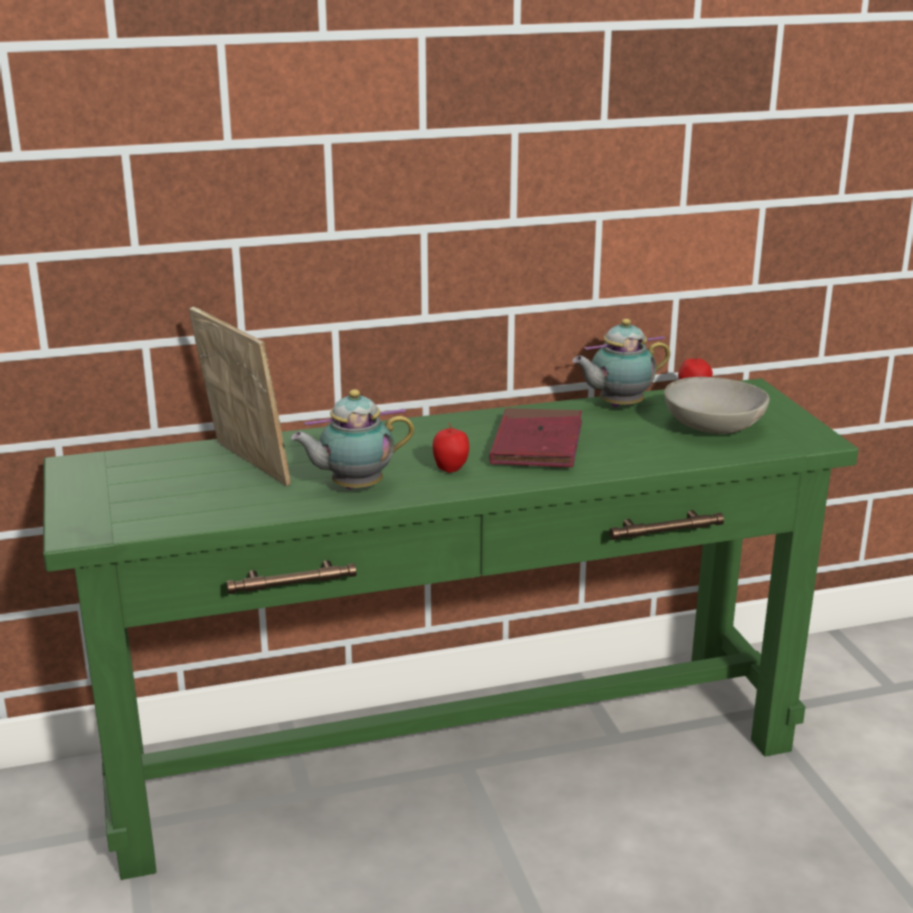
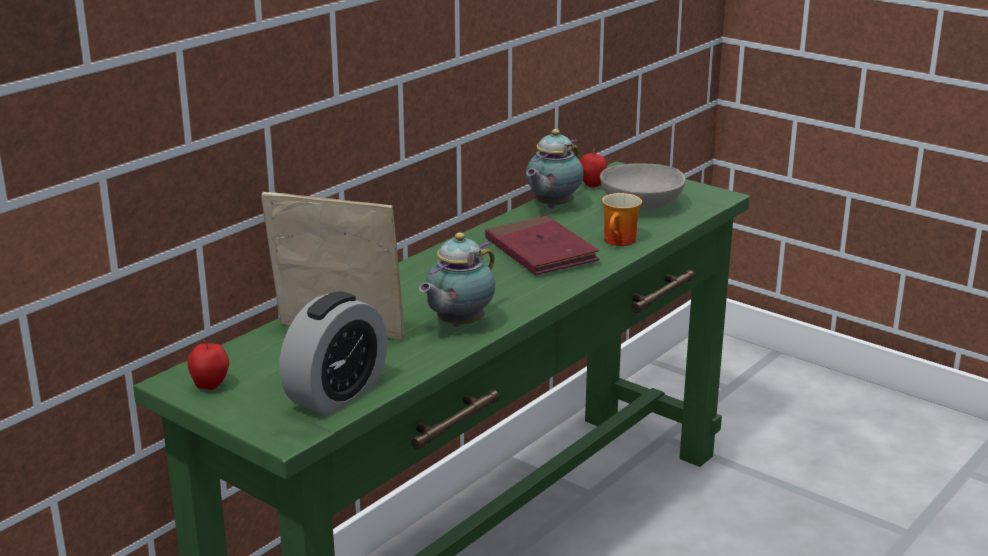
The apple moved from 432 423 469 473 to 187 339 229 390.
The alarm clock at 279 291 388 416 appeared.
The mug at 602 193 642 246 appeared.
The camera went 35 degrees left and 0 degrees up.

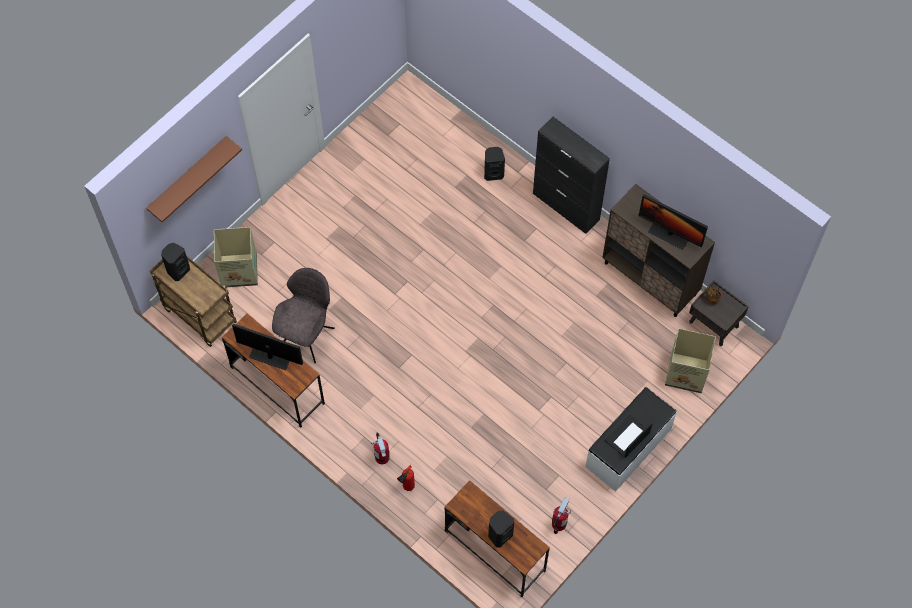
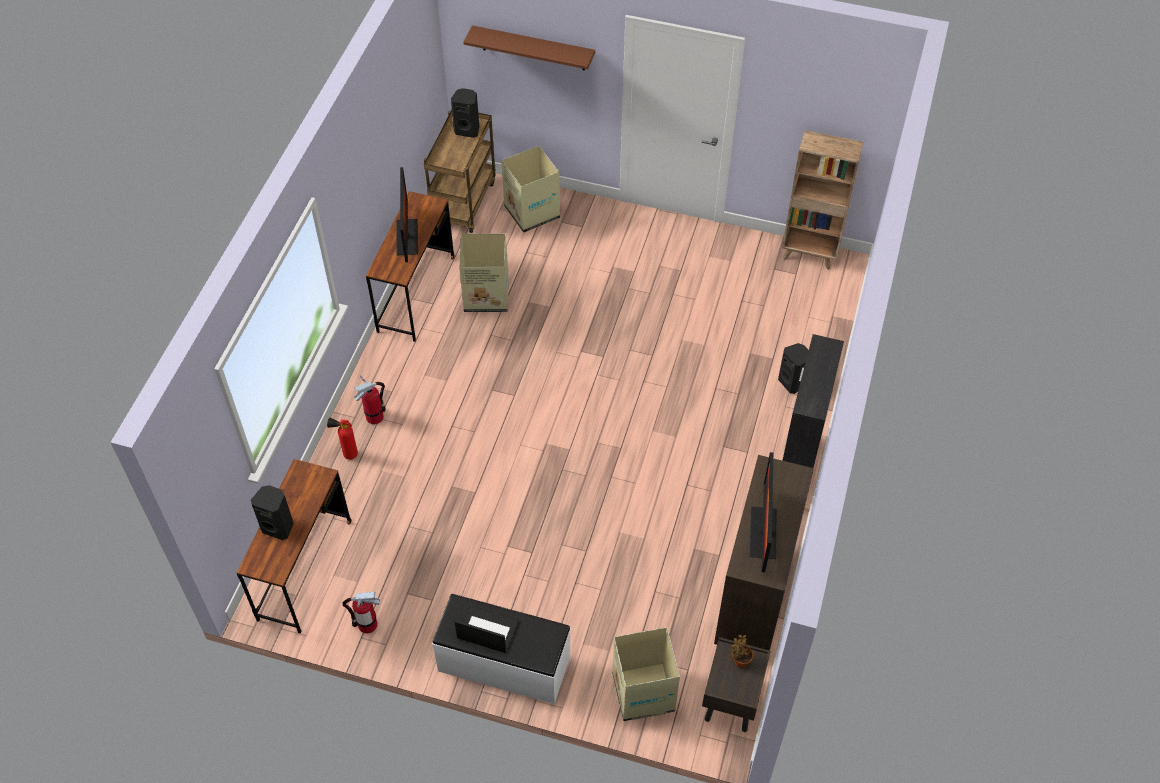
The gray upright chair at 272 268 335 364 was replaced by the carton at 459 234 509 312.
The brown-coloured bookshelf at 782 130 863 270 appeared.
The camera went 65 degrees right and 10 degrees down.

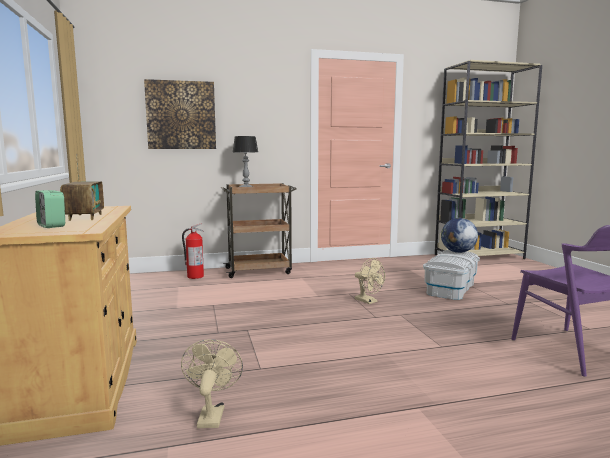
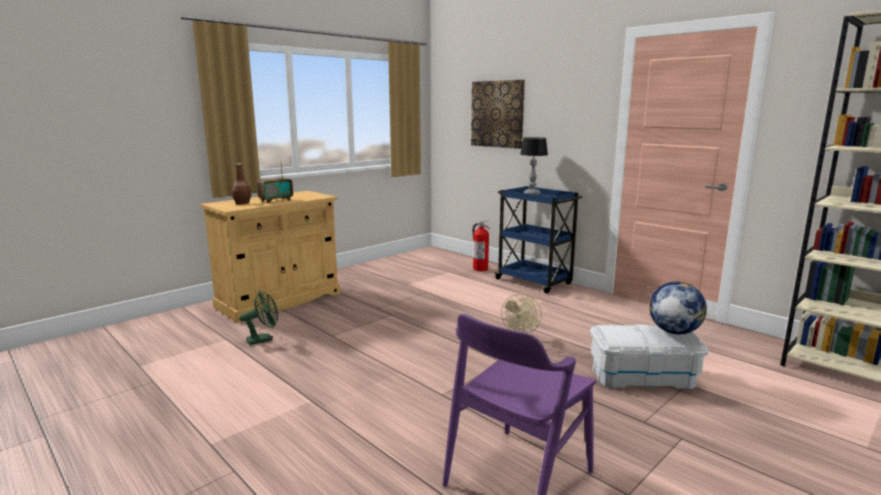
The alarm clock at 35 190 65 228 was replaced by the brown-coloured beverage bottle at 232 163 252 204.
The beige-coloured fan at 181 339 243 428 became the green-coloured fan at 239 291 278 345.
The brown-coloured wheeled cart at 221 183 296 278 became the bluish wheeled cart at 495 186 582 294.
The camera went 60 degrees right and 5 degrees up.

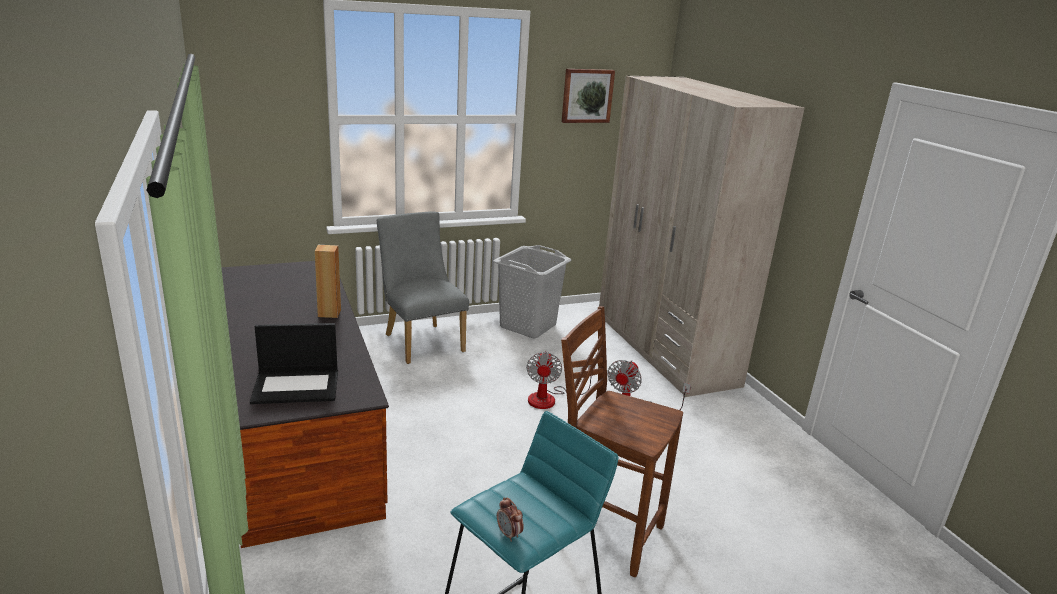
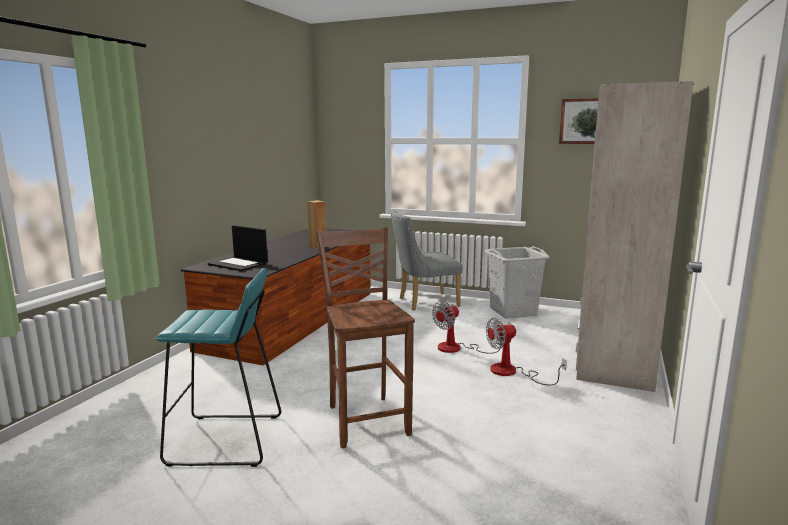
The gray upright chair at 377 211 469 364 turned 120 degrees counterclockwise.
The alarm clock at 497 498 524 542 disappeared.
The camera went 45 degrees right and 10 degrees down.

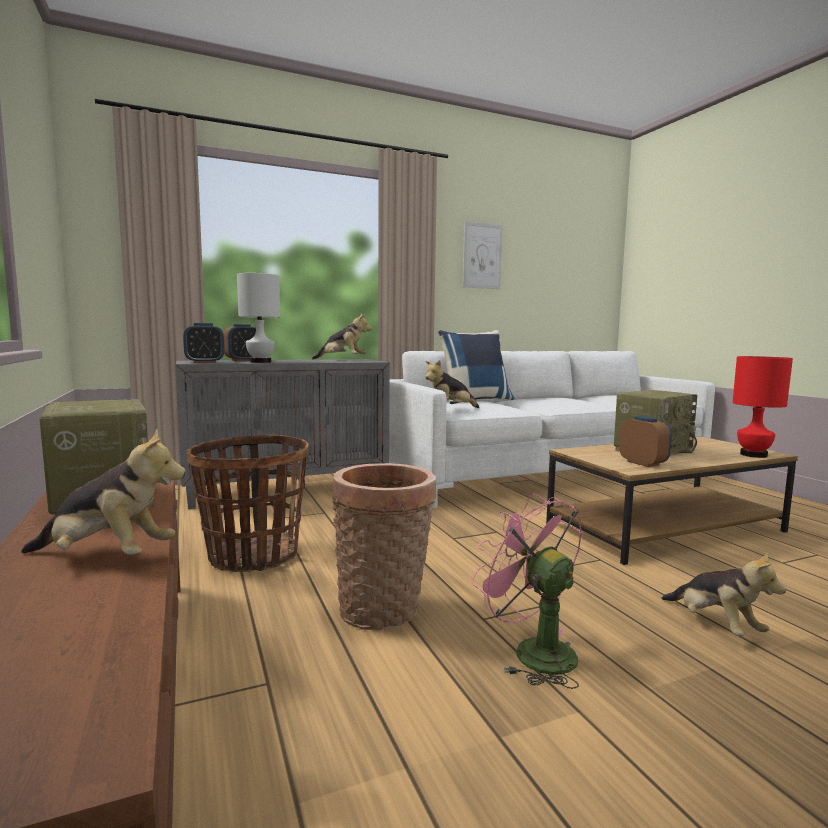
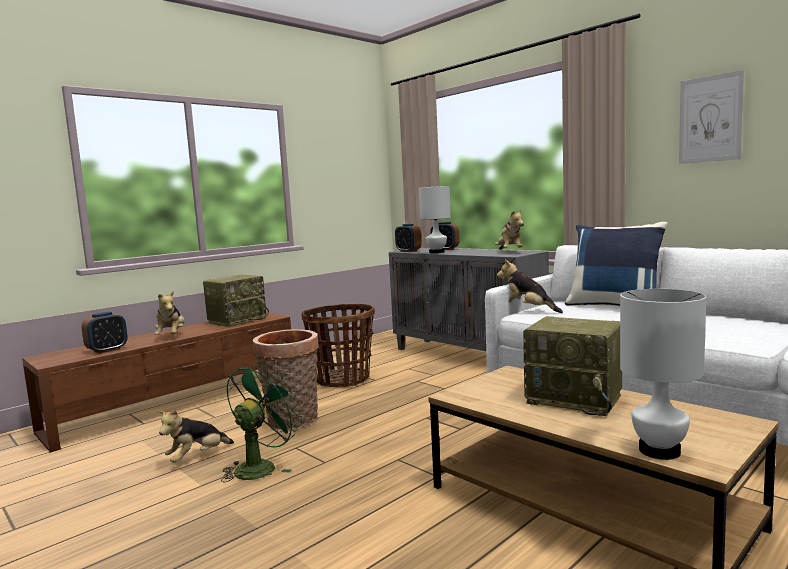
The alarm clock moved from 619 416 672 467 to 82 312 127 354.
The plush toy moved from 662 552 786 636 to 158 409 234 462.
The pinkish fan at 471 493 582 689 became the green-coloured fan at 221 362 302 483.
The red table lamp at 732 356 793 458 became the white table lamp at 620 289 706 460.
The camera went 70 degrees right and 0 degrees up.

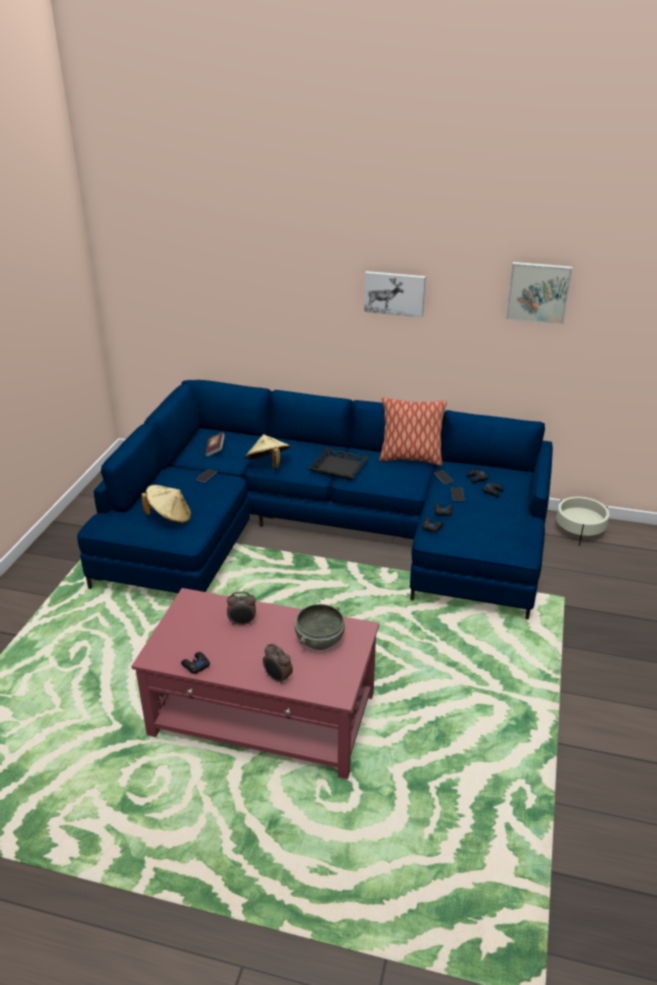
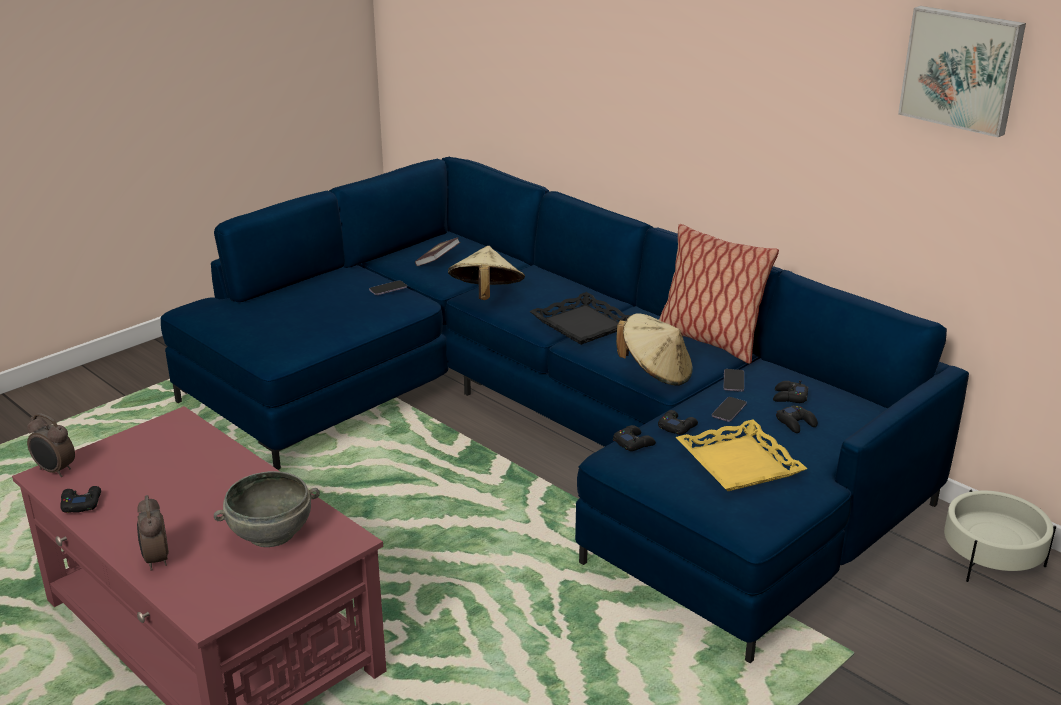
The alarm clock moved from 227 591 256 626 to 27 414 75 477.
The beige-coloured hat moved from 141 485 191 524 to 616 313 693 386.
The yellow serving tray at 676 420 807 491 appeared.
The wall picture at 364 271 426 317 disappeared.
The camera went 30 degrees right and 5 degrees down.

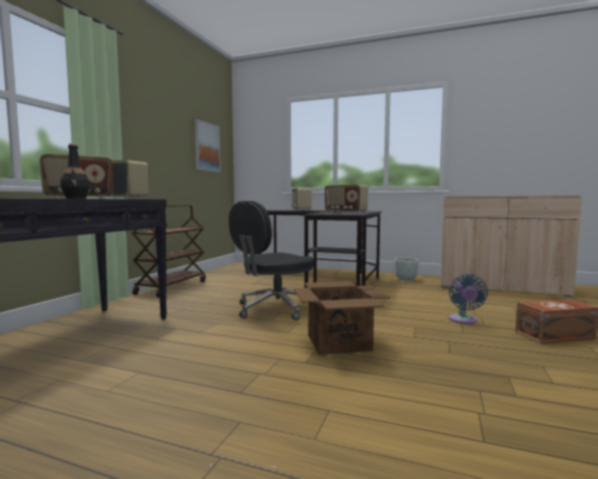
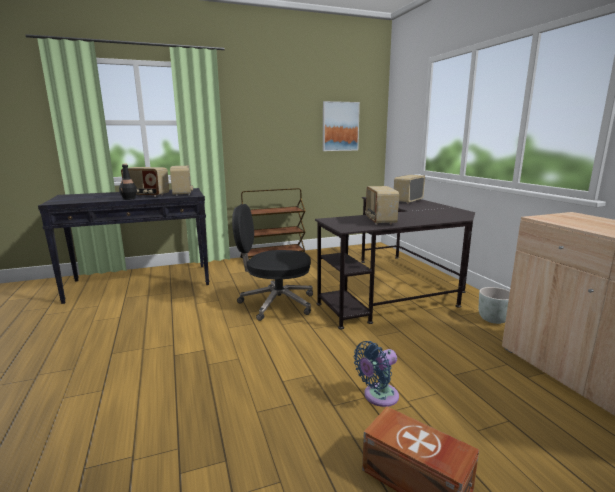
The carton at 294 281 390 355 disappeared.
The camera went 50 degrees right and 10 degrees up.

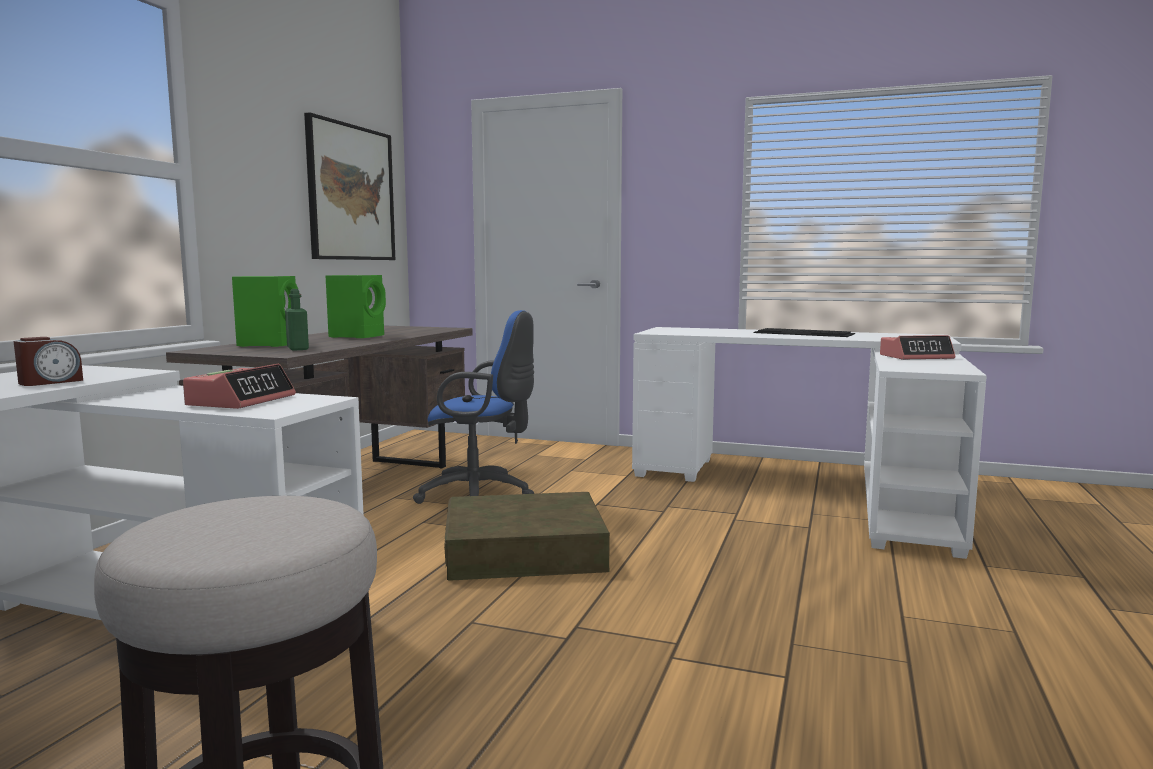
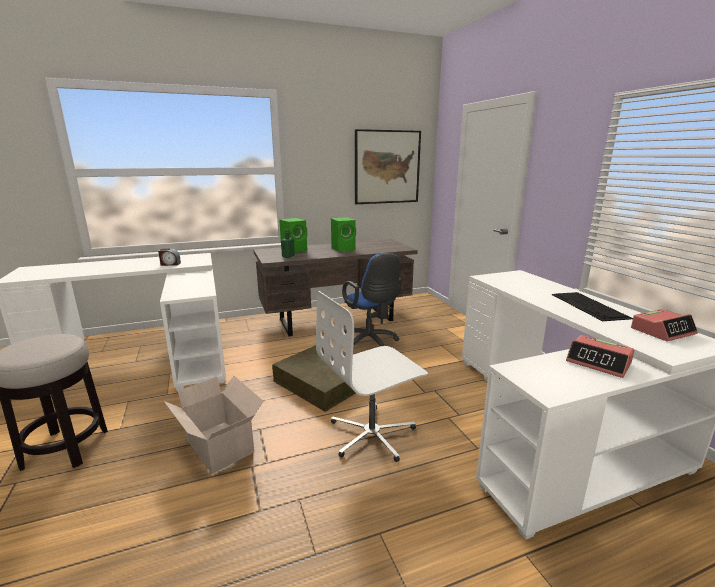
The carton at 164 376 263 474 appeared.
The white desk chair at 316 291 428 462 appeared.
The alarm clock moved from 183 364 296 409 to 631 309 698 341.
The camera went 50 degrees right and 10 degrees up.

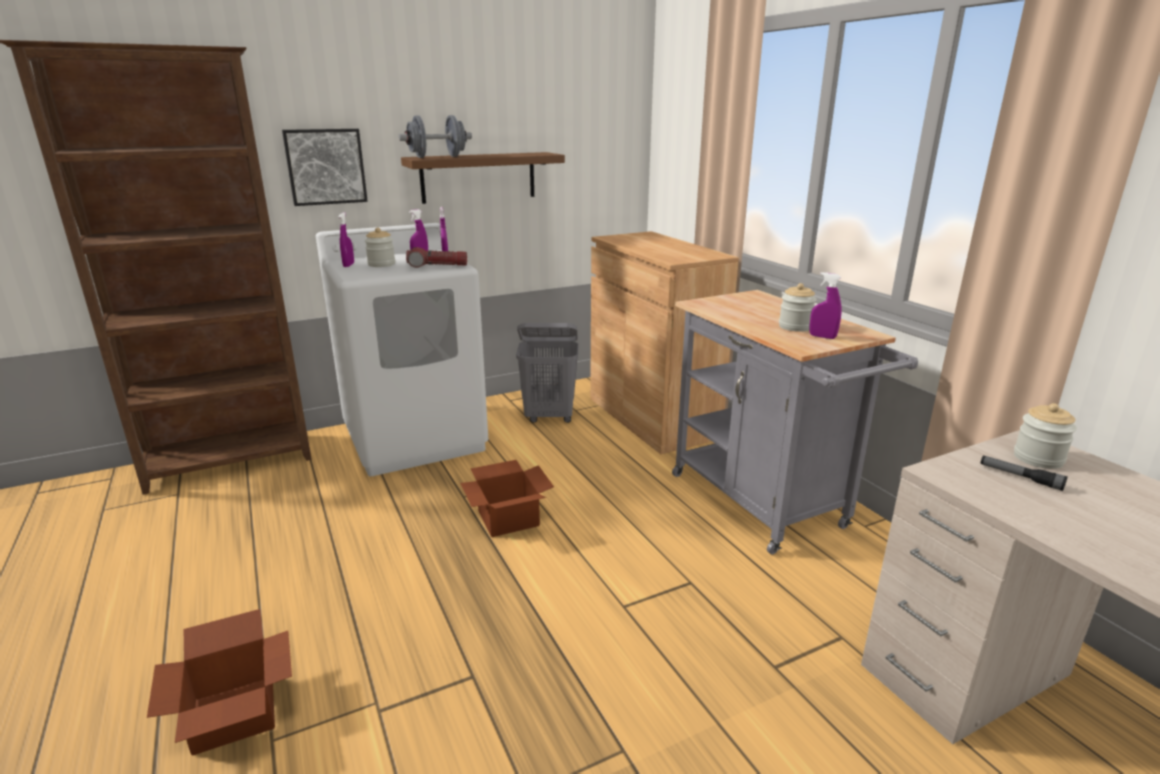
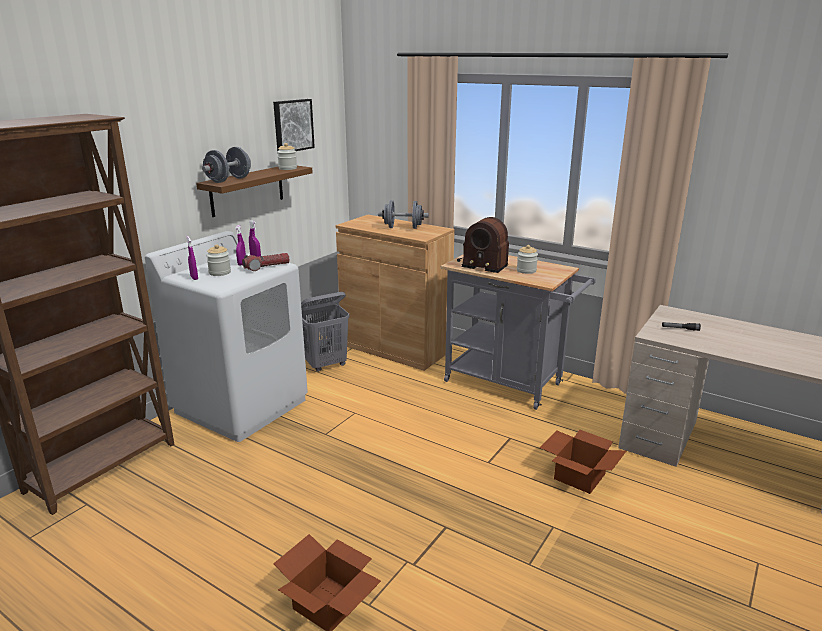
The wall picture moved from 282 129 368 206 to 273 99 315 151.
The jar moved from 1014 403 1077 469 to 277 143 297 170.
The gray dumbbell at 378 200 429 229 appeared.
The radio receiver at 457 217 509 273 appeared.
The carton moved from 460 460 554 537 to 540 429 627 494.
The purple sprayer at 810 272 842 339 disappeared.
The camera went 30 degrees left and 0 degrees up.

